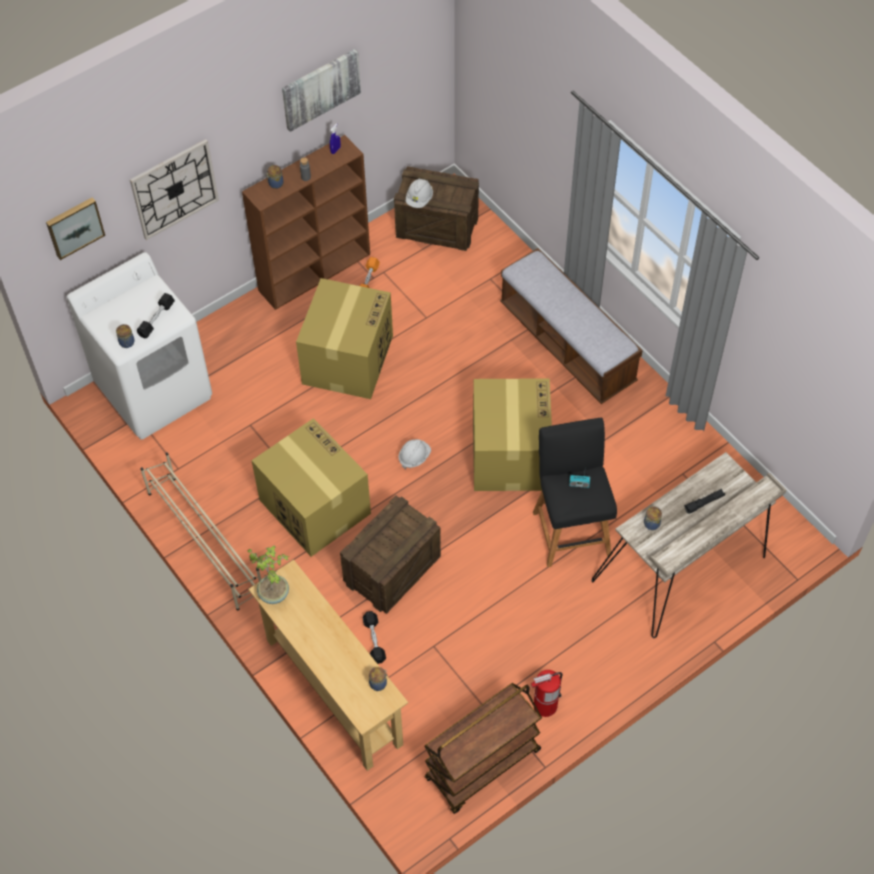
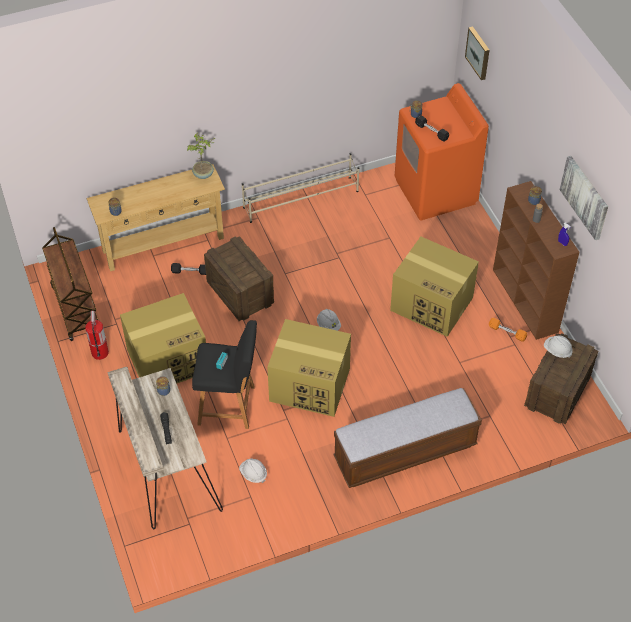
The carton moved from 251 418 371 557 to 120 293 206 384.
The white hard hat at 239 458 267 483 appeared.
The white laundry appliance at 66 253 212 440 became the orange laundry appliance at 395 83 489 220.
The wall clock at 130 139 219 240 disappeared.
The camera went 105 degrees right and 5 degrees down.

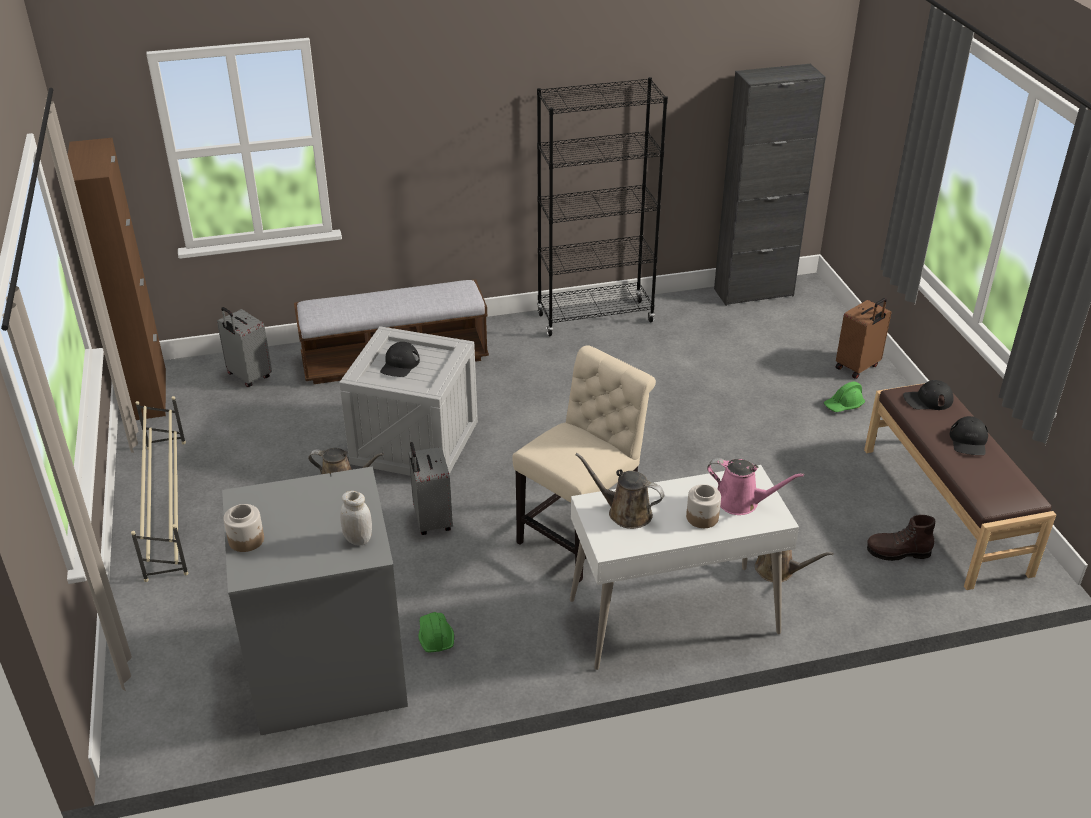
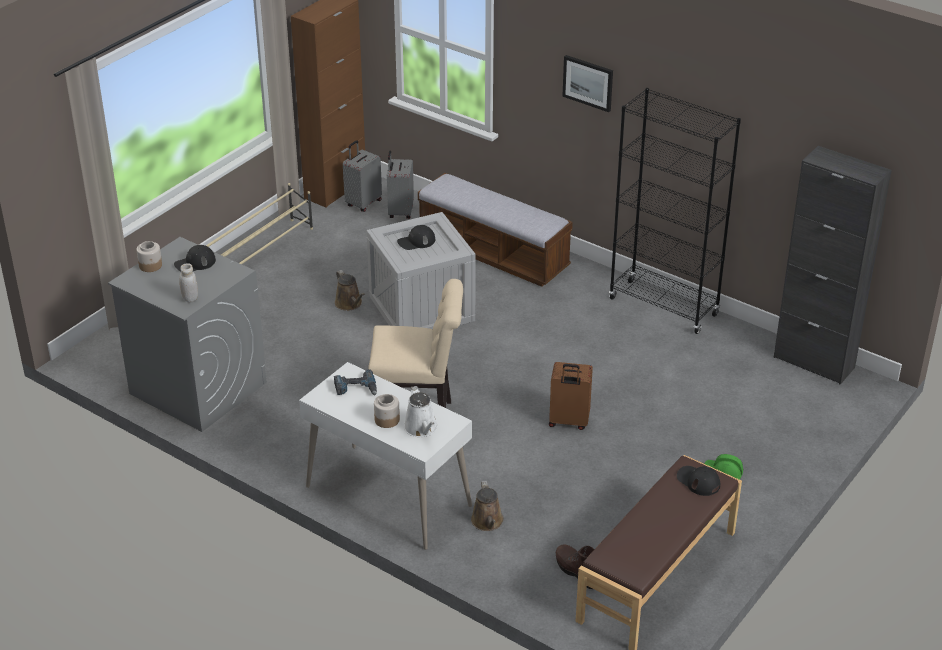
The black cap moved from 950 416 988 455 to 174 245 216 271.
The brown-coloured watering pot at 575 453 664 529 was replaced by the electric drill at 334 369 377 395.
The gray travel case moved from 409 442 453 535 to 343 140 382 212.
The pinkish watering pot at 707 458 804 515 became the white watering pot at 404 386 438 437.
The brown-coloured travel case moved from 836 298 891 379 to 549 362 593 430.
The wall picture at 562 55 613 112 appeared.
The green-coloured hard hat at 419 612 454 653 disappeared.
The camera went 50 degrees right and 0 degrees up.

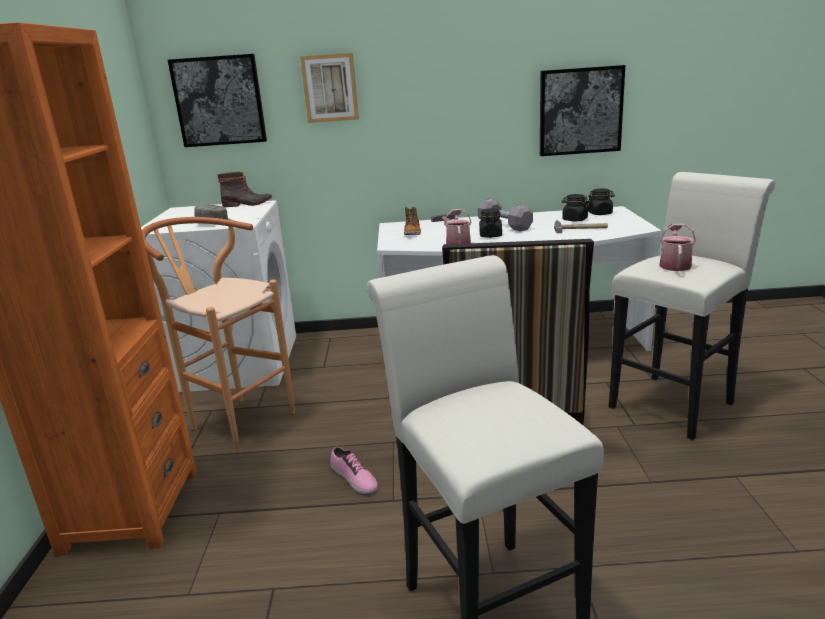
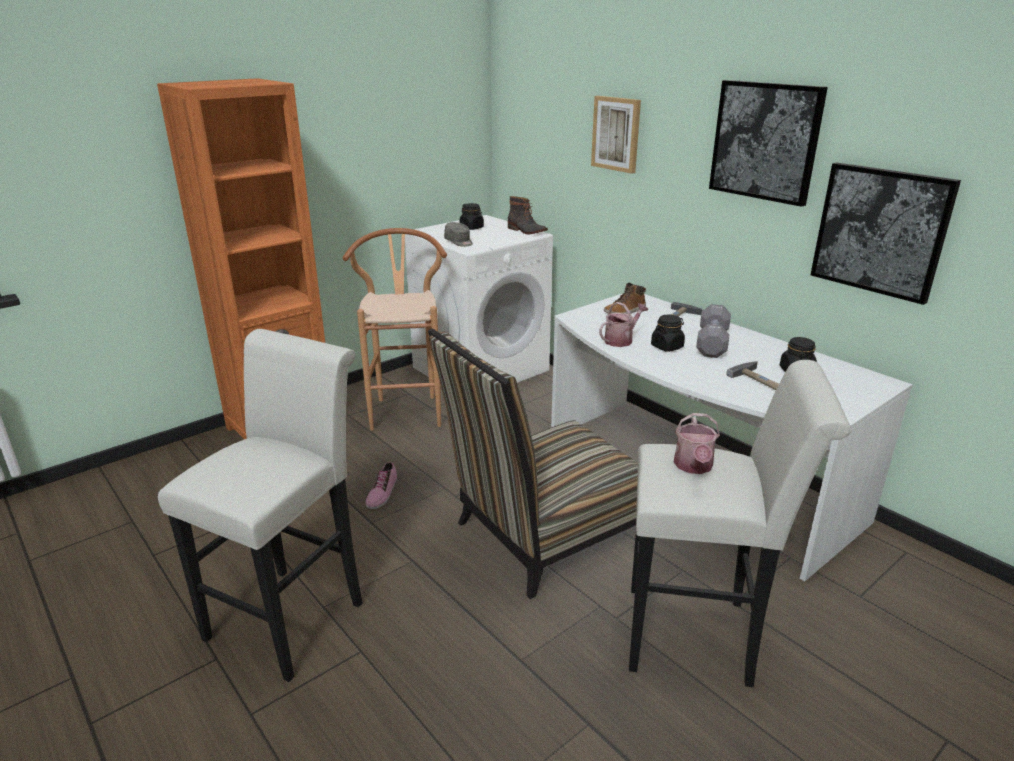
The black jar moved from 587 188 615 215 to 459 203 484 230.
The watering pot at 659 224 696 271 turned 120 degrees clockwise.
The wall picture moved from 168 54 267 147 to 709 80 828 207.
The camera went 50 degrees right and 5 degrees up.

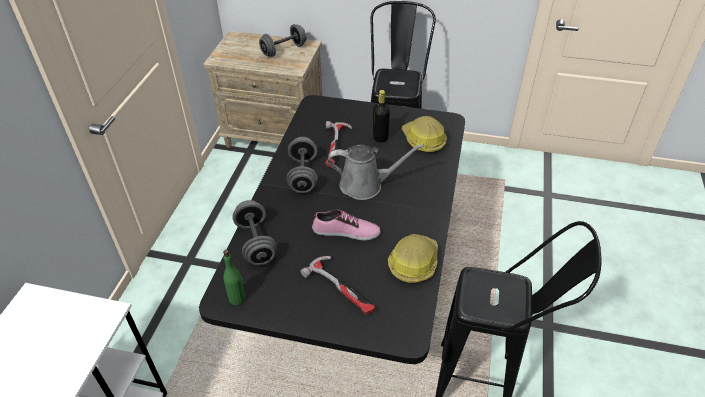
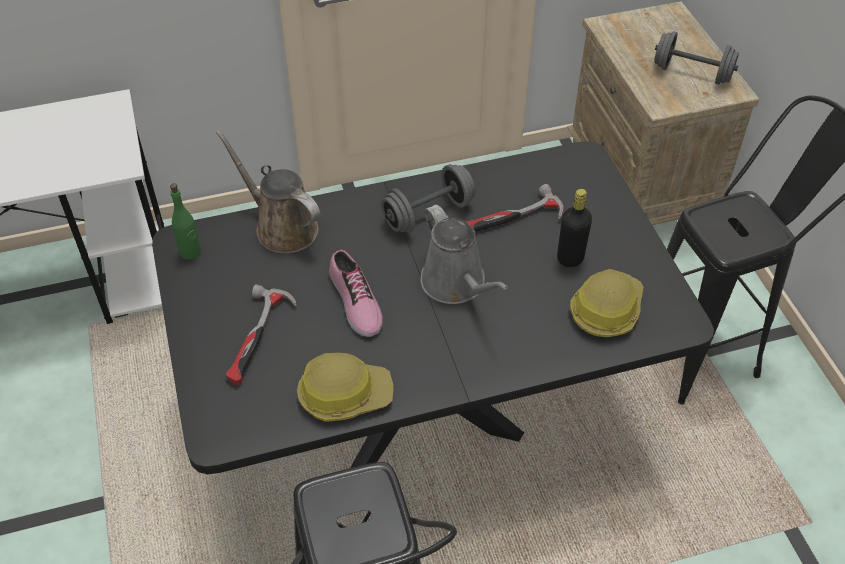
The gray dumbbell at 233 200 277 265 was replaced by the brown-coloured watering pot at 216 130 321 254.
The camera went 60 degrees right and 5 degrees up.

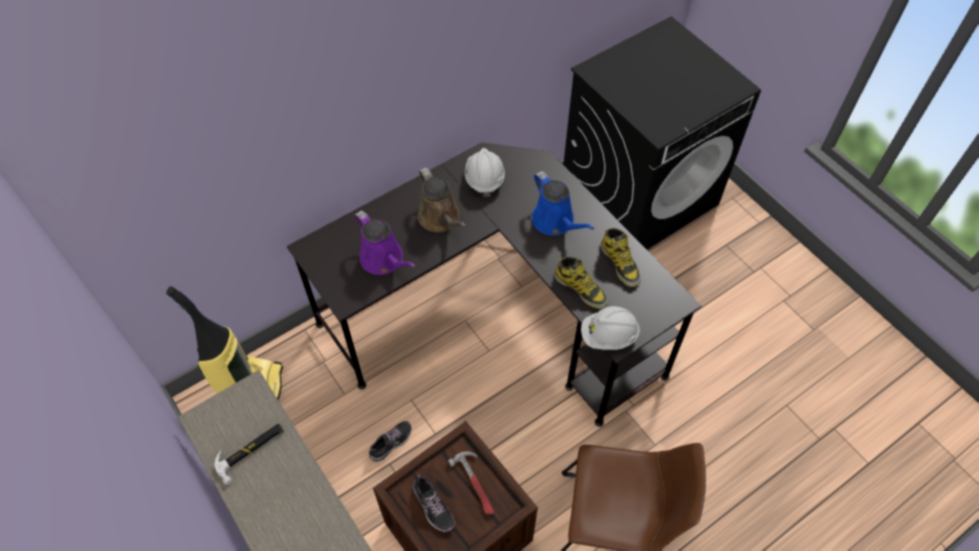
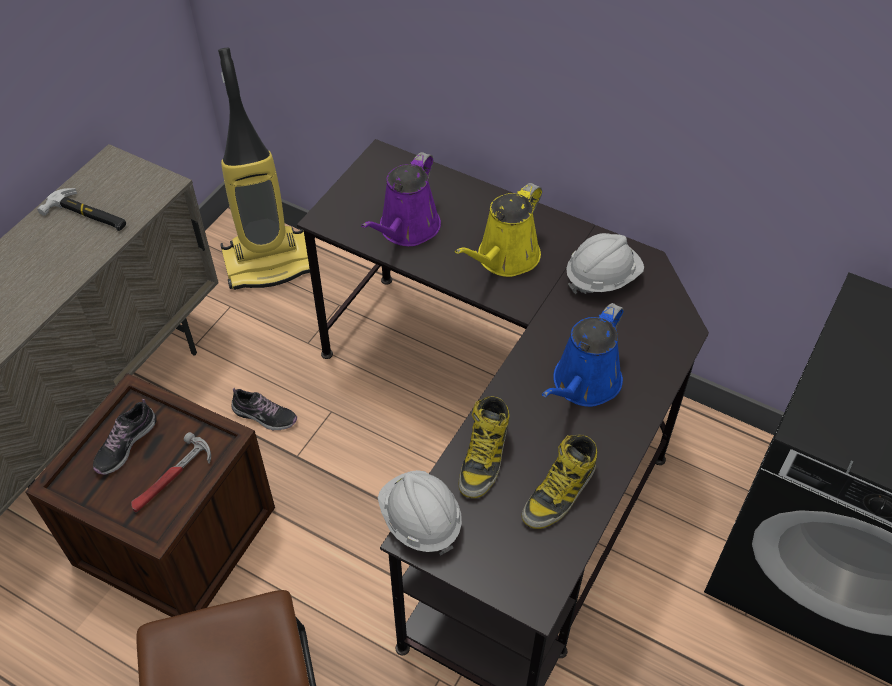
The brown-coloured watering pot at 418 168 466 232 became the yellow watering pot at 455 183 542 277.
The camera went 65 degrees right and 5 degrees down.

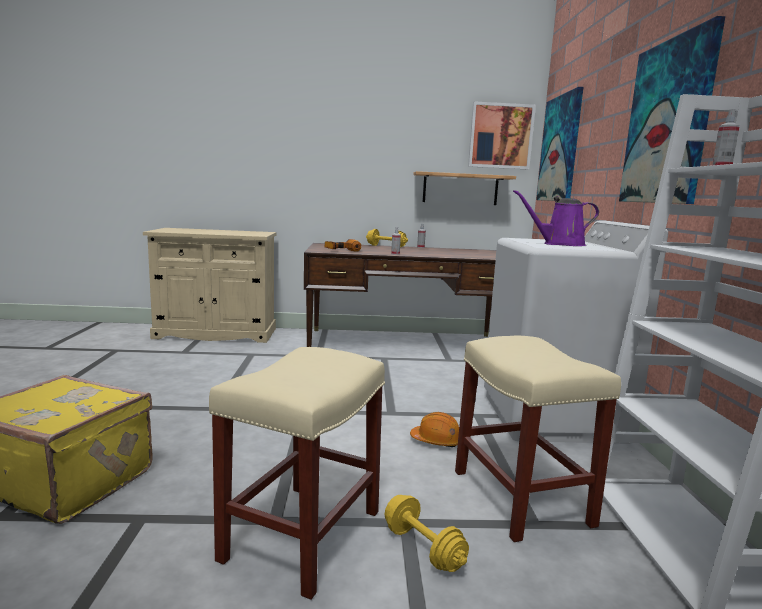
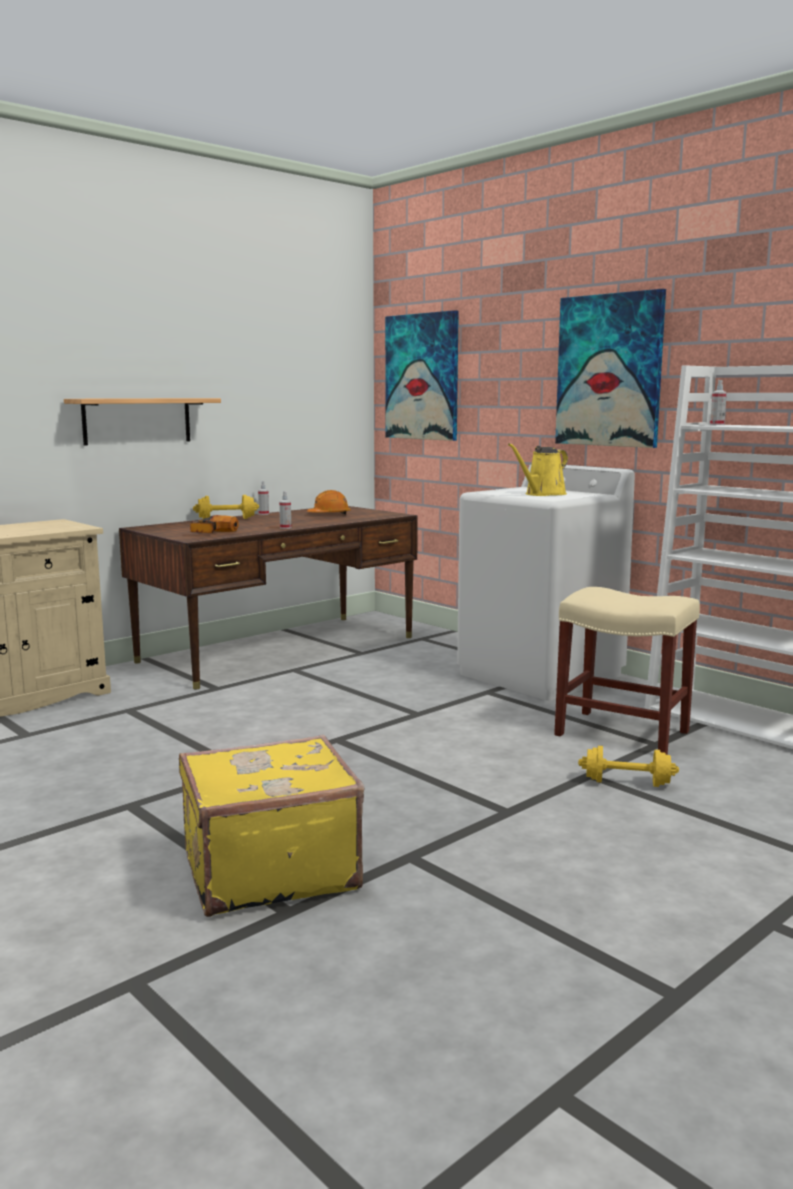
The wall shelf moved from 413 171 516 205 to 64 398 221 445.
The orange hard hat moved from 410 412 459 447 to 307 490 351 514.
The purple watering pot at 513 190 599 246 became the yellow watering pot at 508 443 568 496.
The beige-coloured sitting stool at 209 347 385 600 disappeared.
The wall picture at 468 101 536 169 disappeared.
The camera went 40 degrees left and 0 degrees up.

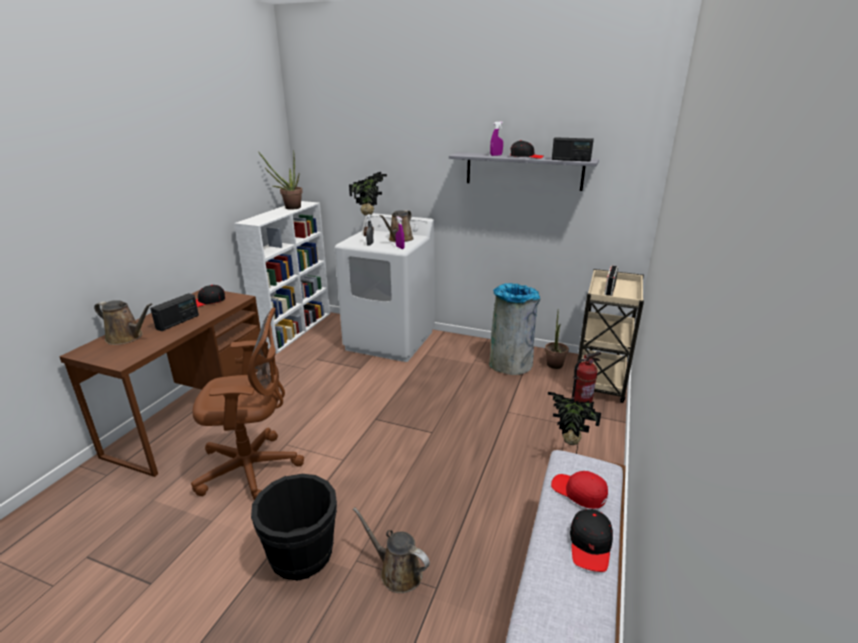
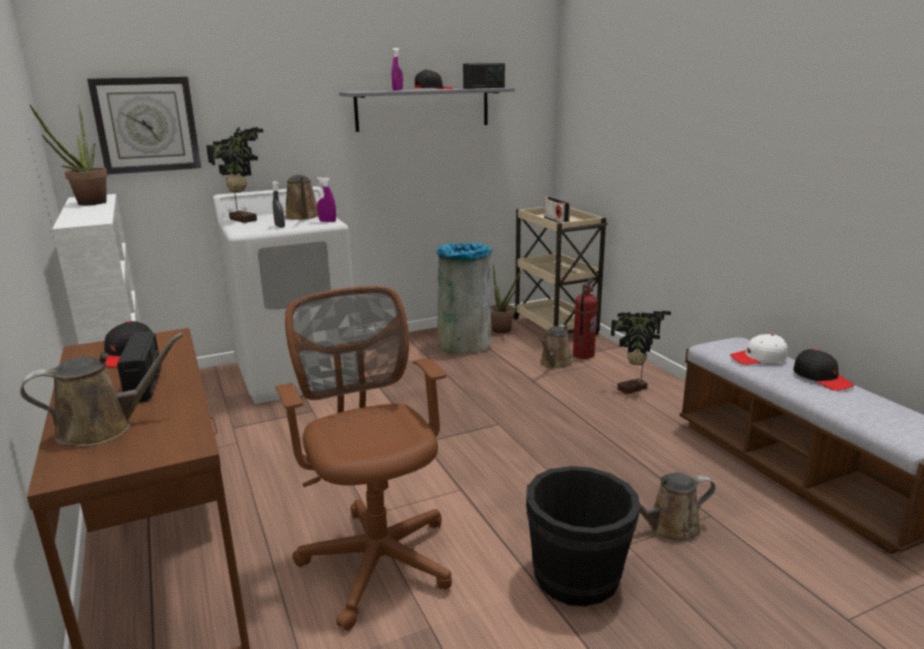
The wall clock at 87 77 201 175 appeared.
The brown-coloured desk chair at 191 308 304 500 turned 60 degrees counterclockwise.
The brown-coloured watering pot at 539 324 573 369 appeared.
The red cap at 551 471 608 509 became the white cap at 730 334 788 365.
The camera went 45 degrees left and 5 degrees down.

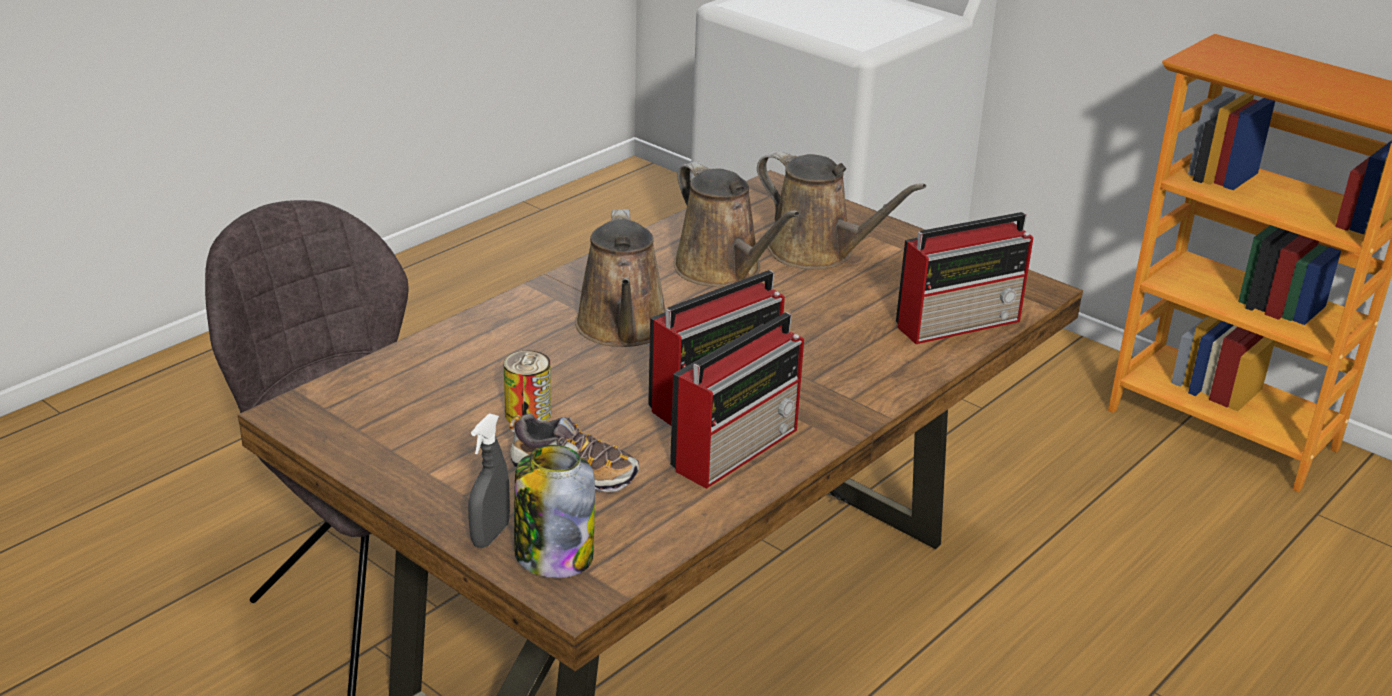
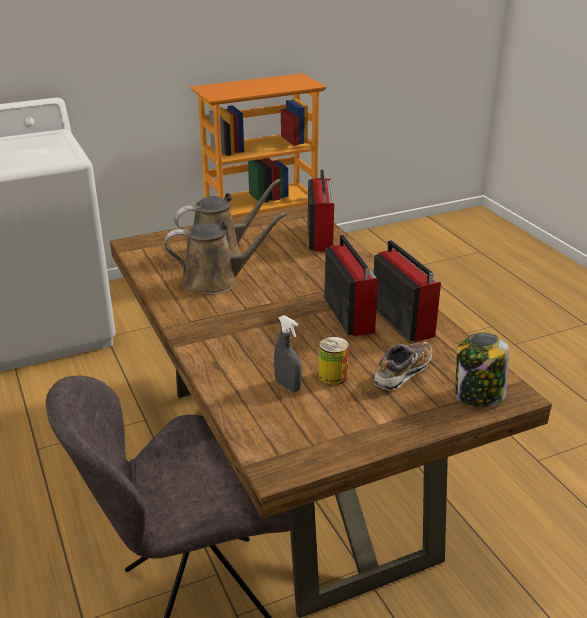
The gray sprayer moved from 468 413 510 548 to 274 315 302 392.
The brown-coloured watering pot at 575 209 665 347 disappeared.
The camera went 65 degrees left and 0 degrees up.

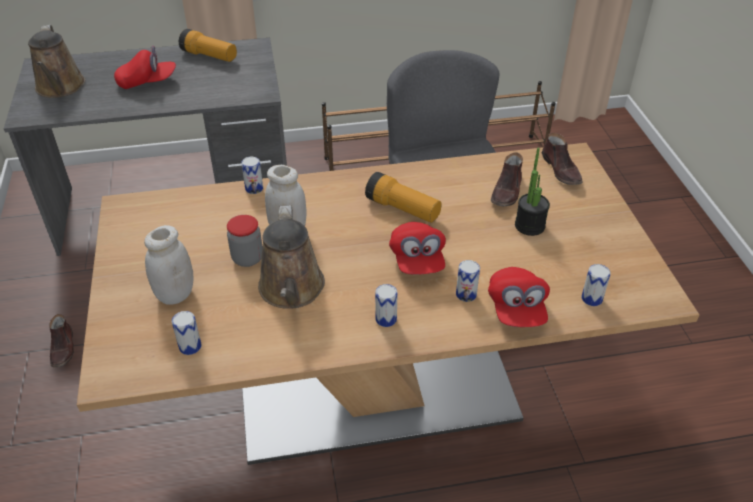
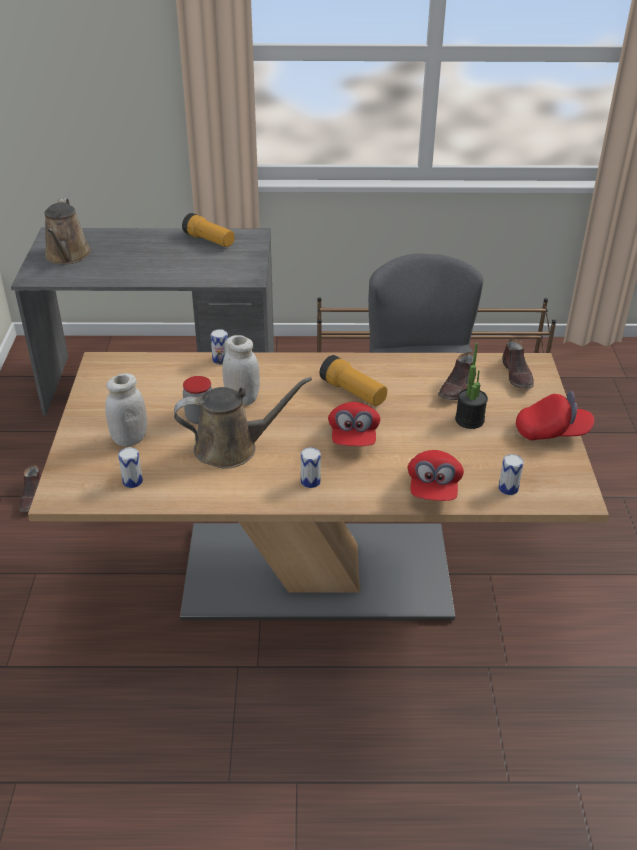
The brown-coloured watering pot at 258 205 325 309 turned 105 degrees counterclockwise.
The red cap moved from 114 45 176 89 to 516 391 595 440.
The sealed can at 456 260 480 302 disappeared.
The camera went 10 degrees right and 5 degrees down.

